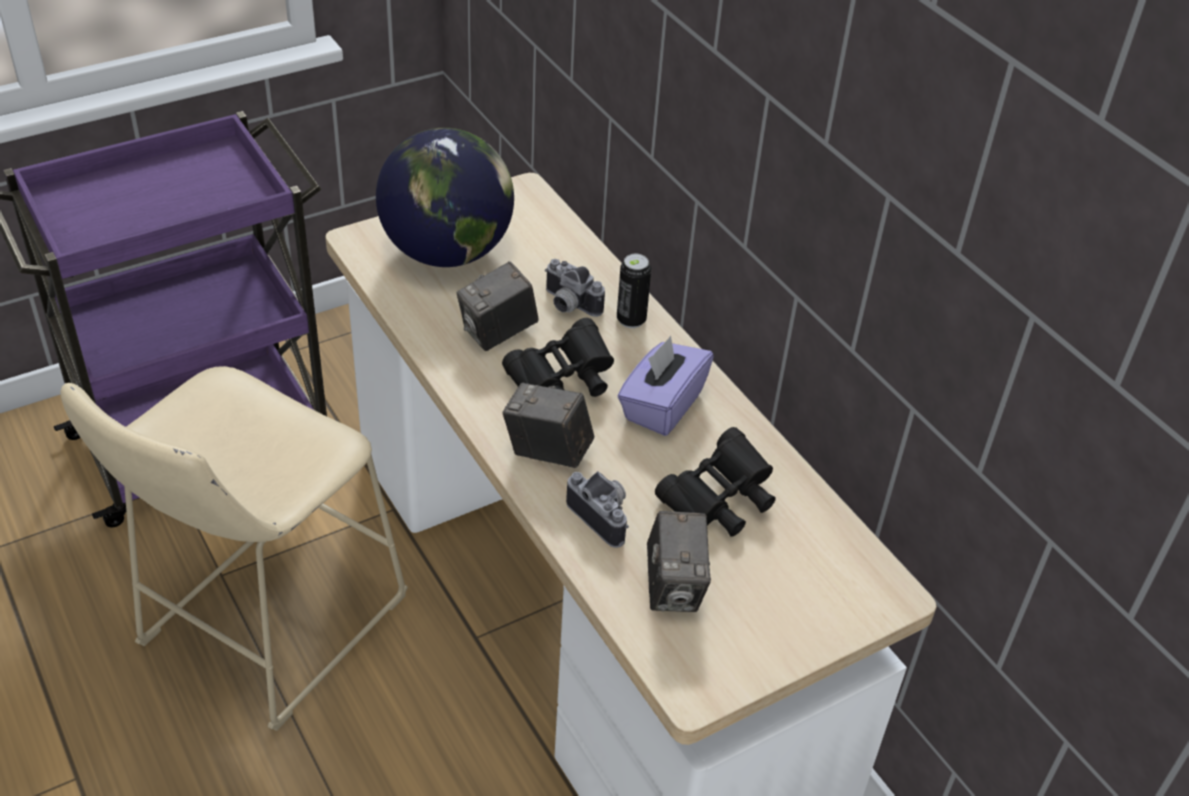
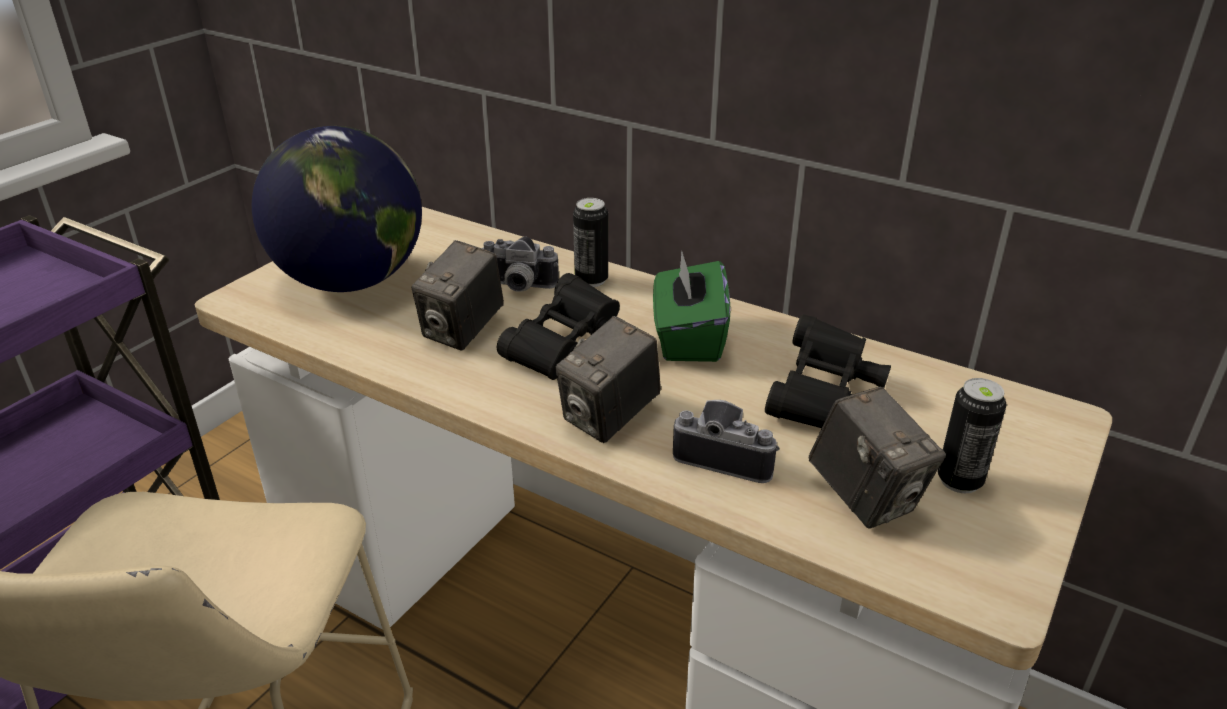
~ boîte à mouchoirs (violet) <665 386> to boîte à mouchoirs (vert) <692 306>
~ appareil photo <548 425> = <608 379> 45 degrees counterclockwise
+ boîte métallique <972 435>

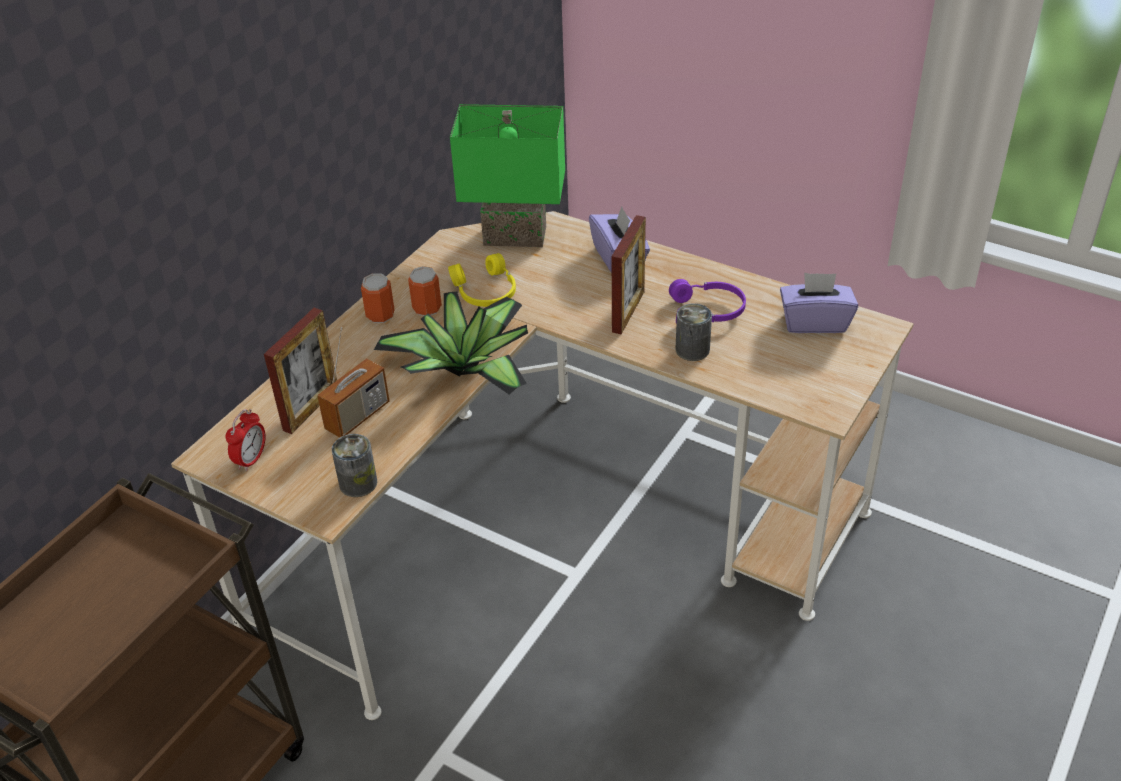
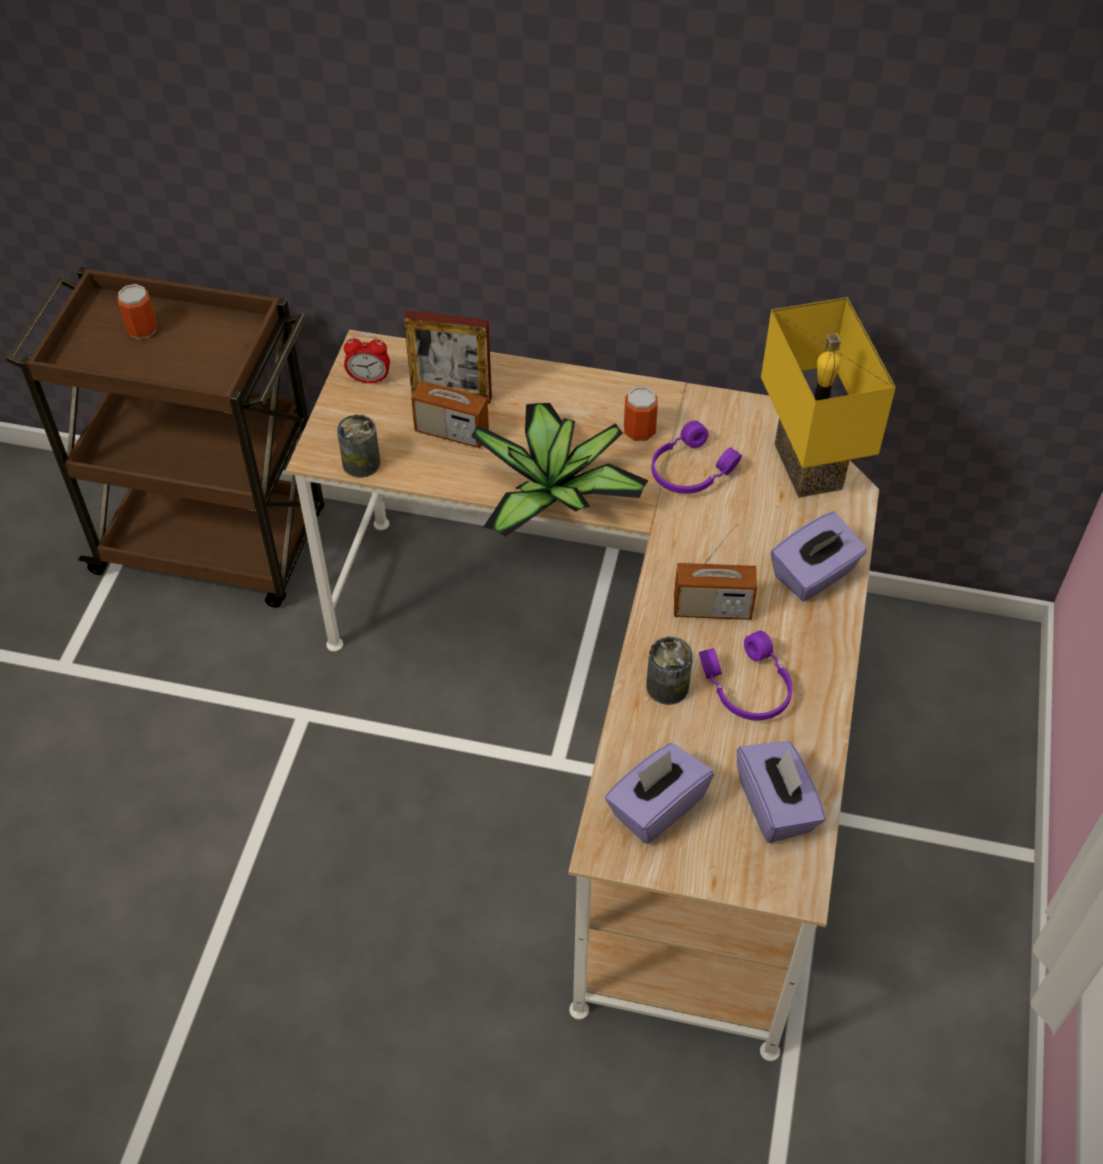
~ lampe de table (vert) <507 175> to lampe de table (jaune) <828 397>
~ cadre photo <629 274> to radio <715 571>
~ casque audio (jaune) <482 280> to casque audio (violet) <696 457>
~ boîte métallique <378 298> to <137 311>
+ boîte à mouchoirs (violet) <659 793>

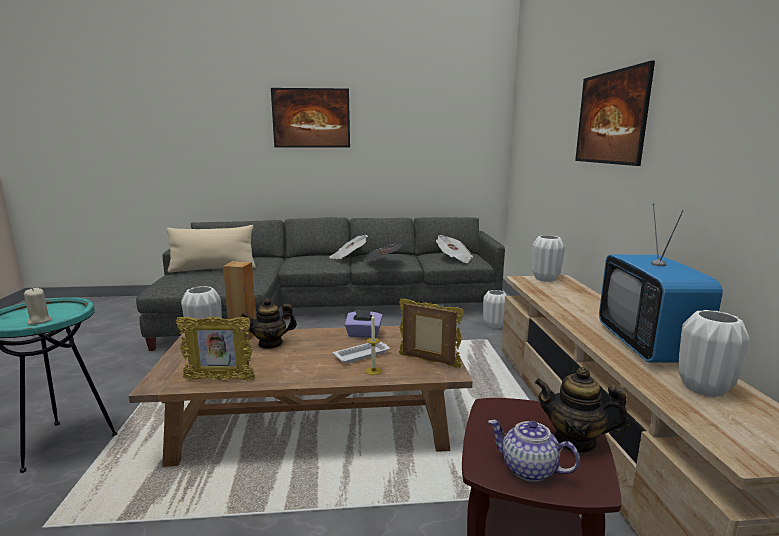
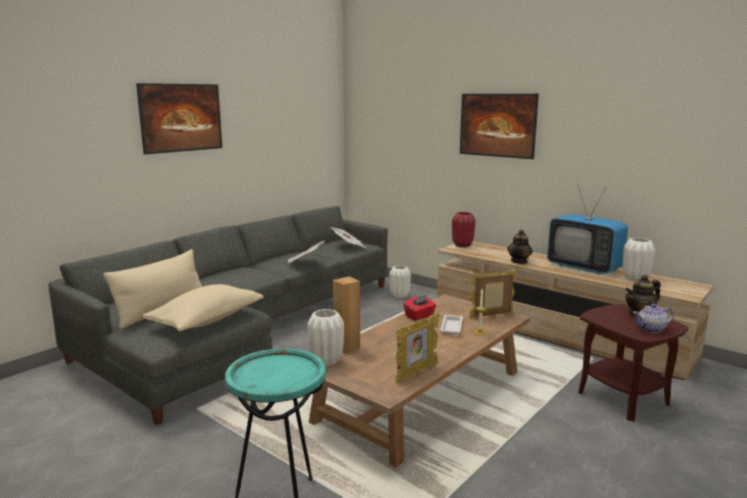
- journal <348 247>
~ vase (blanc) <548 258> to vase (rouge) <463 229>
- bougie (beige) <37 306>
~ théière <269 323> to <520 246>
~ boîte à mouchoirs (violet) <364 324> to boîte à mouchoirs (rouge) <420 308>
+ coussin (beige) <203 307>

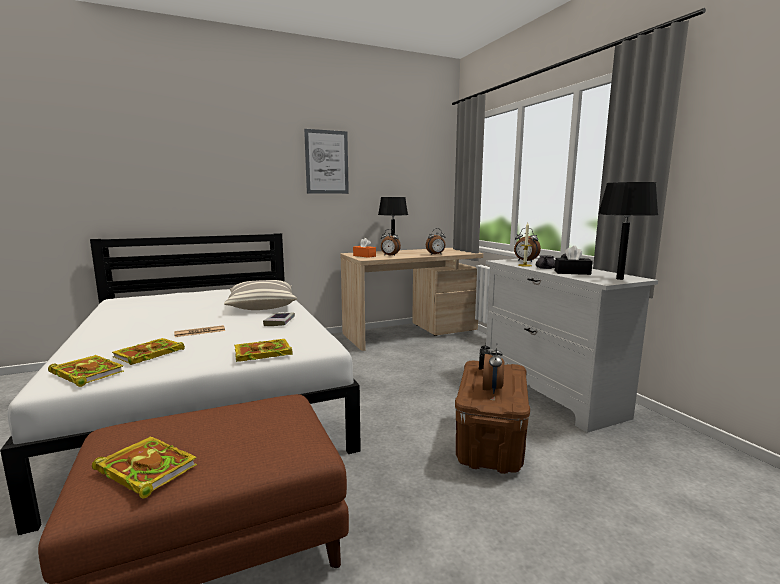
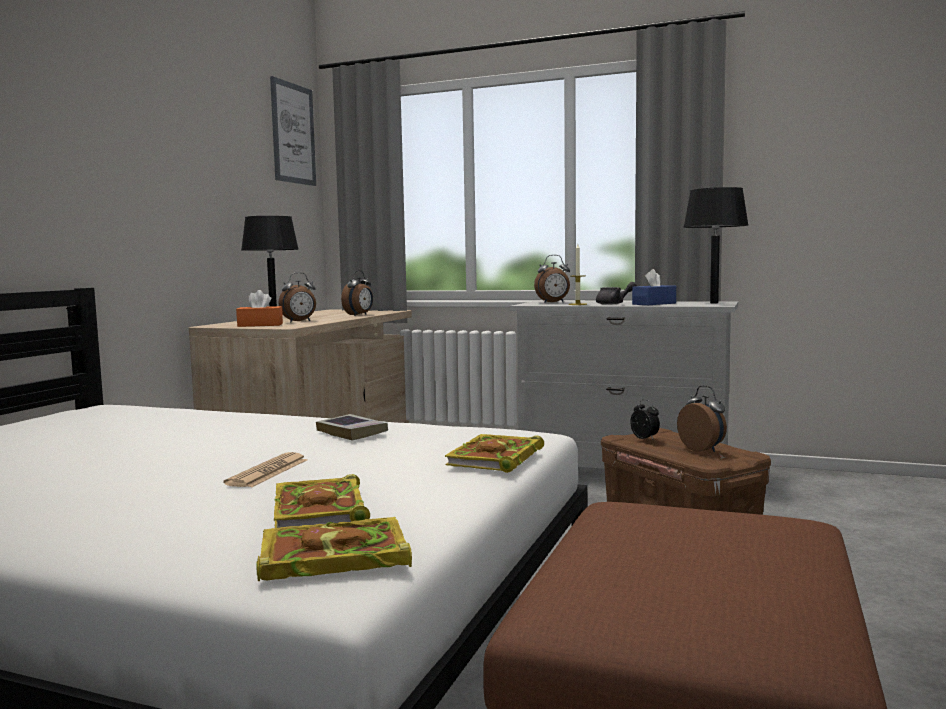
~ tableau <326 161> to <293 131>
~ boîte à mouchoirs (noir) <574 260> to boîte à mouchoirs (bleu) <654 287>
- coussin <260 295>
- livre <144 467>

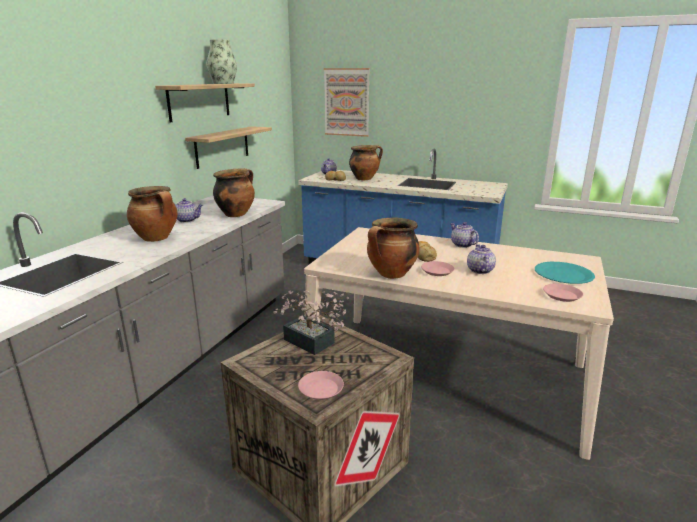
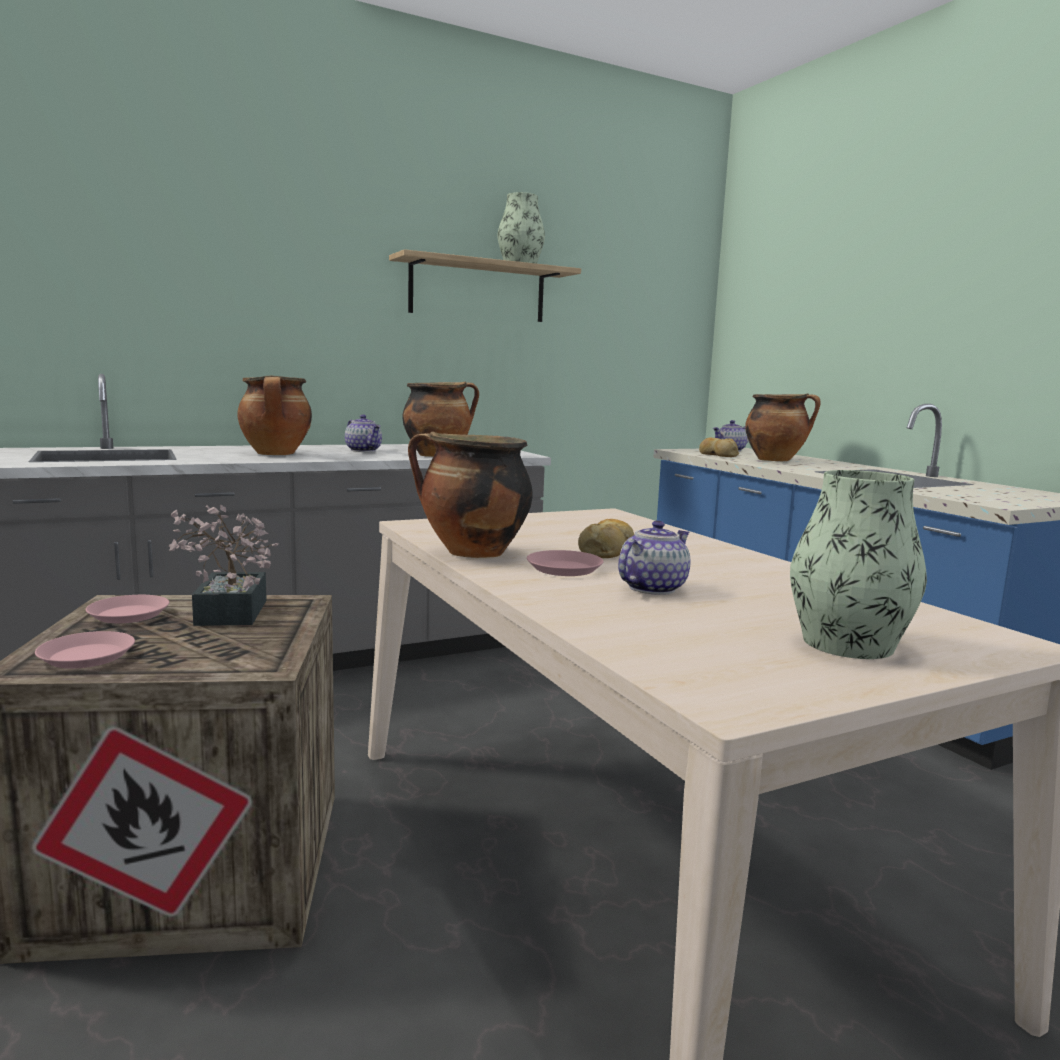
- tableau <347 102>
- étagère <228 147>
- théière <464 235>
~ assiette (turquoise) <565 273> to vase <858 564>
~ assiette (rose) <563 293> to <127 609>

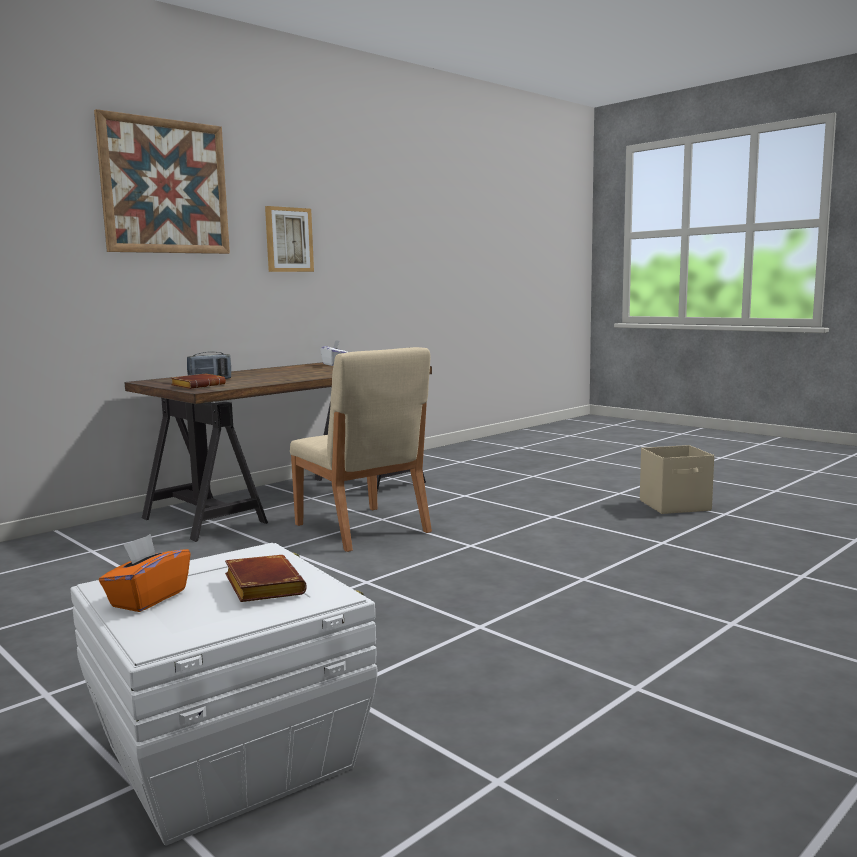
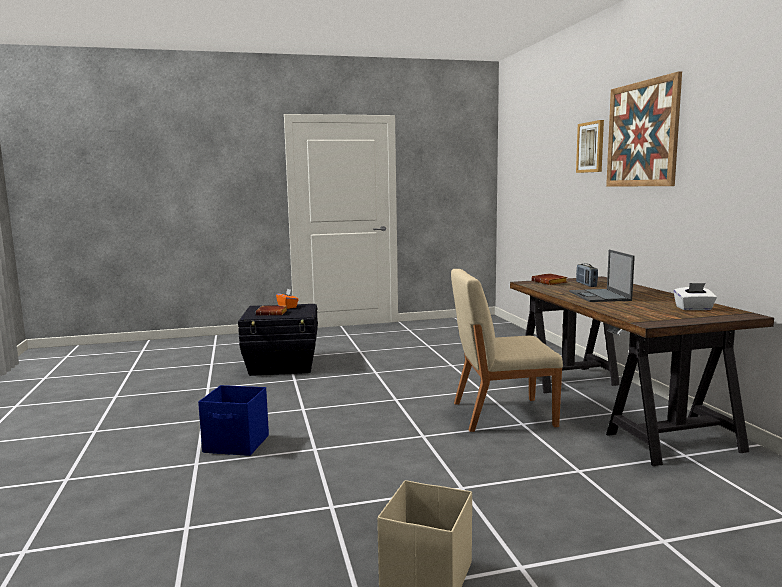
~ tableau <289 239> to <590 146>
~ boîte de rangement (blanc) <224 694> to boîte de rangement (noir) <278 340>
+ ordinateur portable <602 276>
+ boîte de rangement (bleu) <233 420>

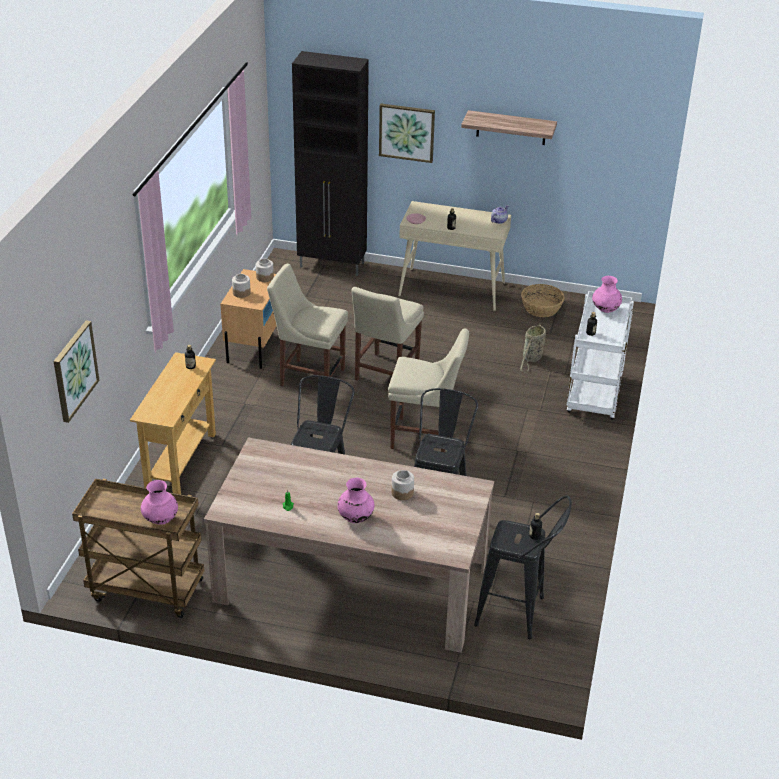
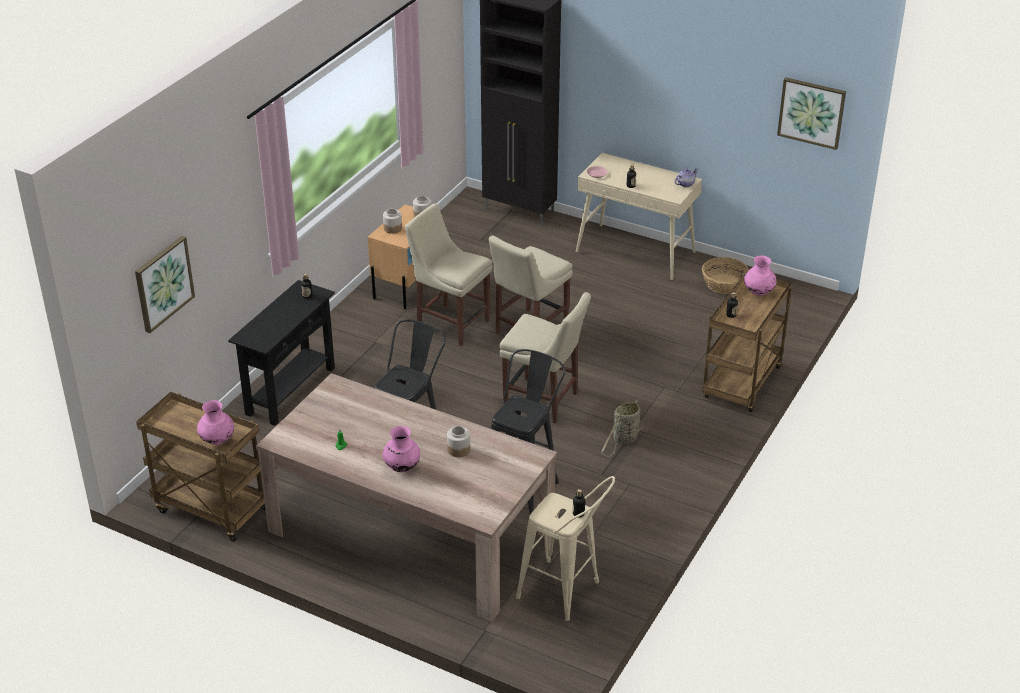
~ tableau <407 133> to <811 113>
- étagère <509 127>
~ chariot (blanc) <600 355> to chariot (marron) <747 341>
~ panier <533 348> to <622 428>
~ table console (beige) <173 423> to table console (noir) <281 353>
~ tabouret (noir) <523 567> to tabouret (beige) <565 548>

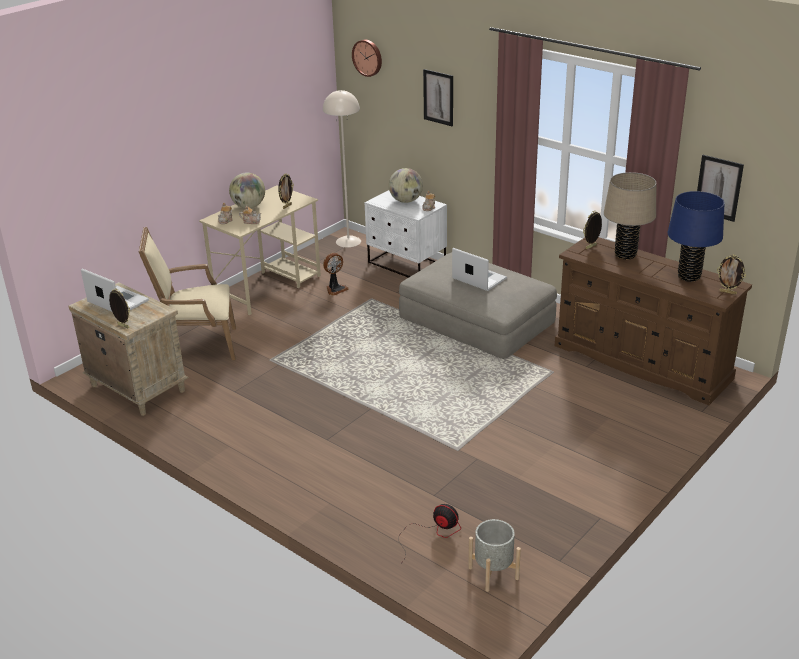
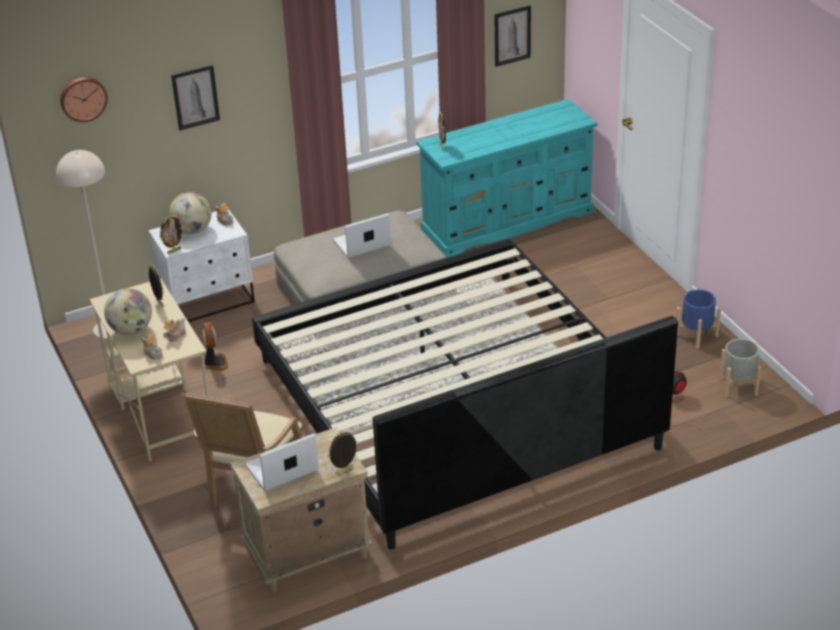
- lampe de table (beige) <630 216>
- lampe de table (bleu) <696 236>
~ commode (marron) <653 321> to commode (turquoise) <507 178>
~ cadre photo <731 275> to <172 234>
+ lit <465 394>
+ cache-pot (bleu) <698 319>

